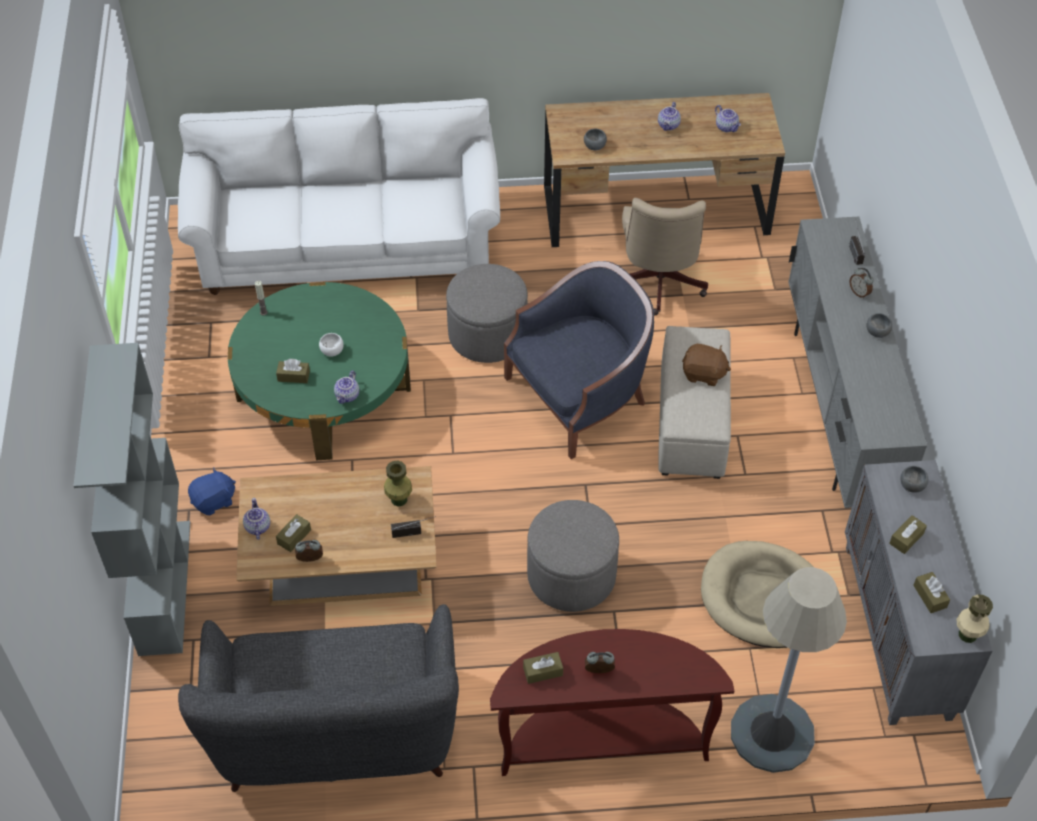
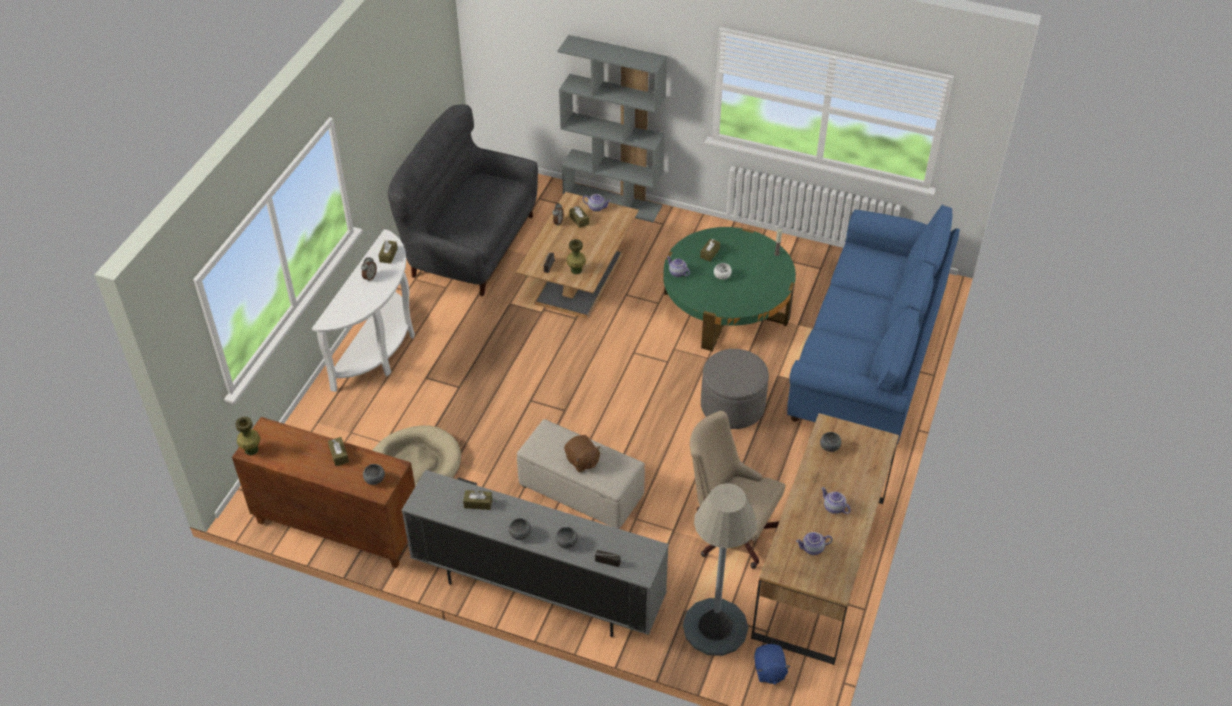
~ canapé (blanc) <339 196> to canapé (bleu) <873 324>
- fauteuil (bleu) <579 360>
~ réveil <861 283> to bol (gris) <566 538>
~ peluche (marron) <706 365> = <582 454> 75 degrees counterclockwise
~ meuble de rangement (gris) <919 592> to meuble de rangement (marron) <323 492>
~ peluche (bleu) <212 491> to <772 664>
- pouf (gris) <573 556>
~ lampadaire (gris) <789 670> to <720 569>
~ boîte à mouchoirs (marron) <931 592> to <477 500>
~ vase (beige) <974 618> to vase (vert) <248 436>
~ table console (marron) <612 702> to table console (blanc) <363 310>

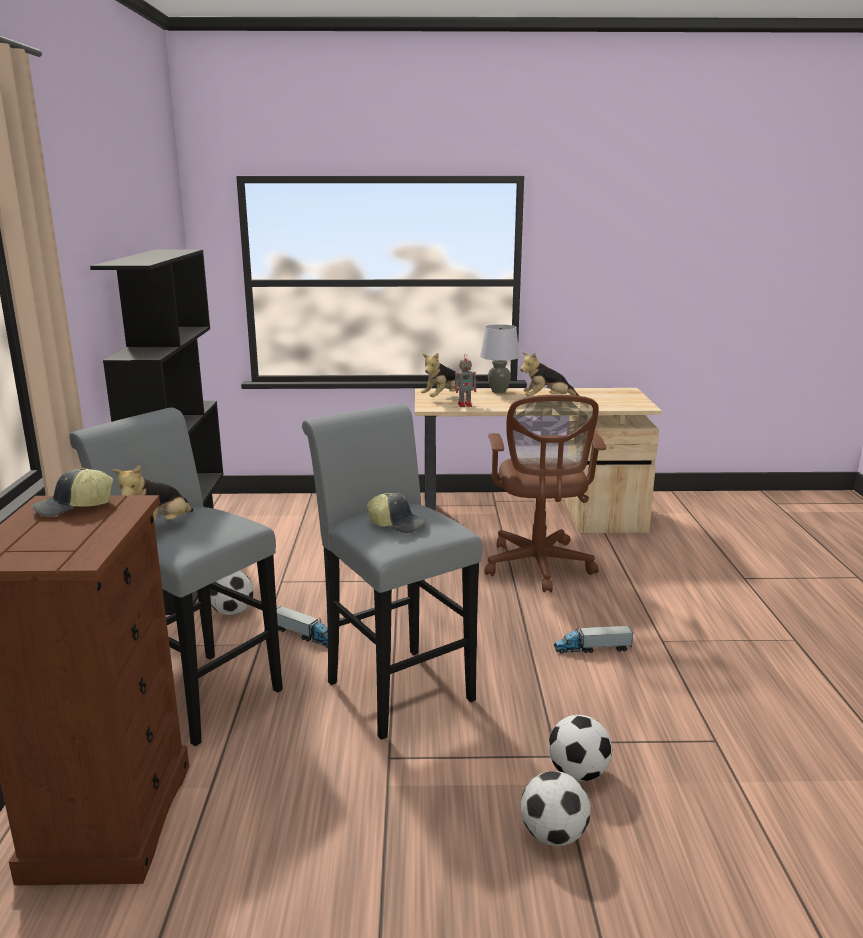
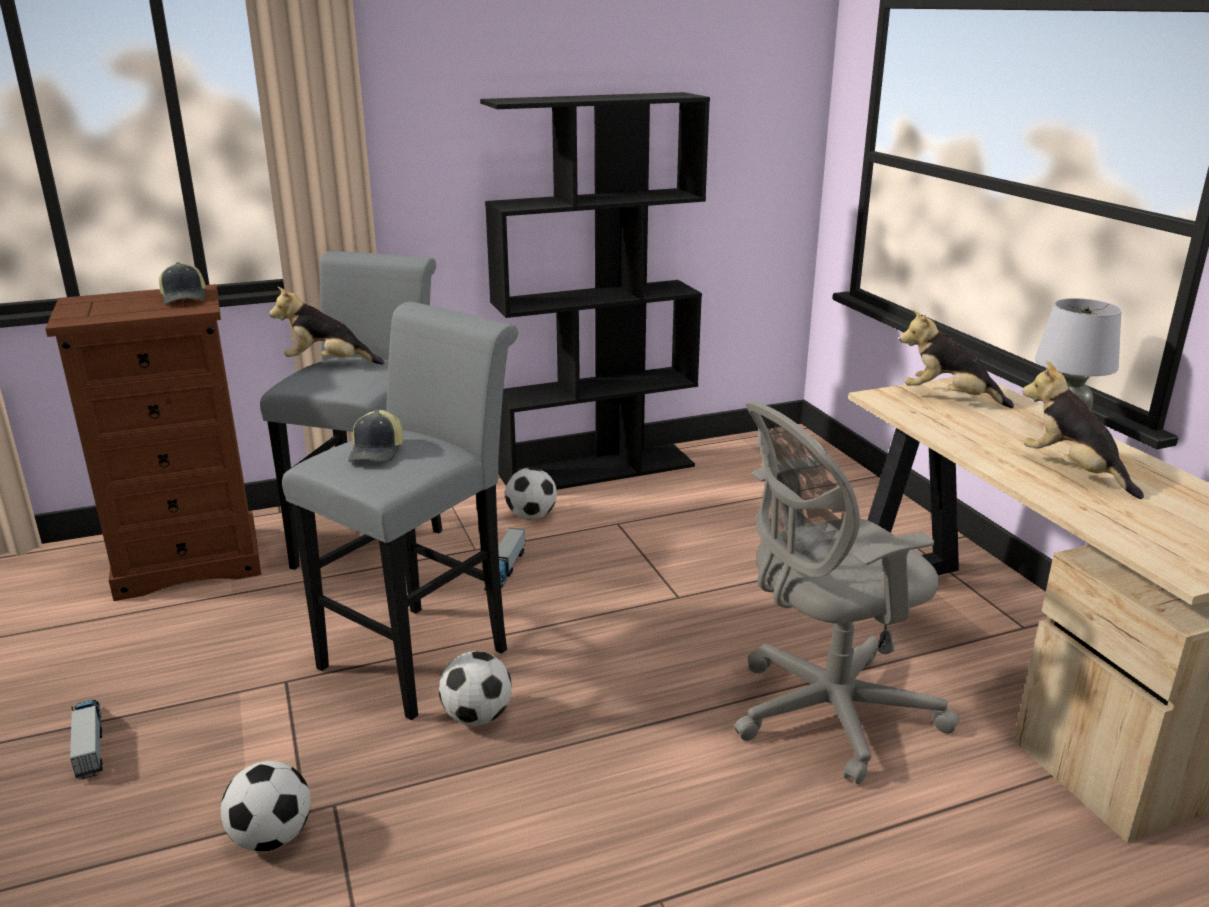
- robot jouet <465 380>
~ chaise de bureau (marron) <545 493> to chaise de bureau (gris) <847 592>
~ casquette <72 492> = <182 283> 150 degrees counterclockwise
~ camion jouet <593 639> to <86 739>
~ ballon de foot <555 808> to <475 688>

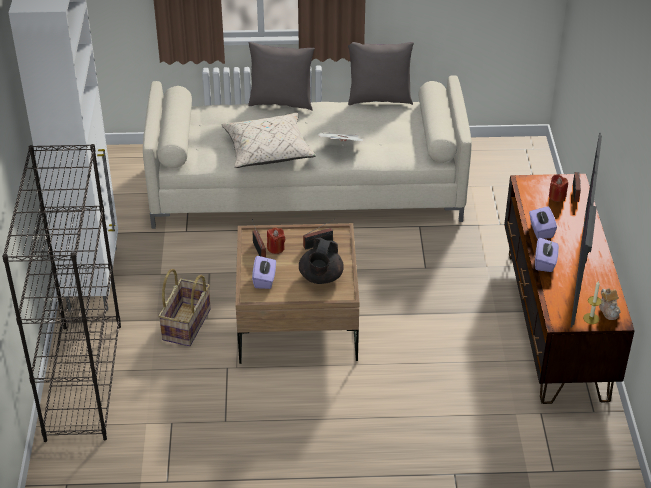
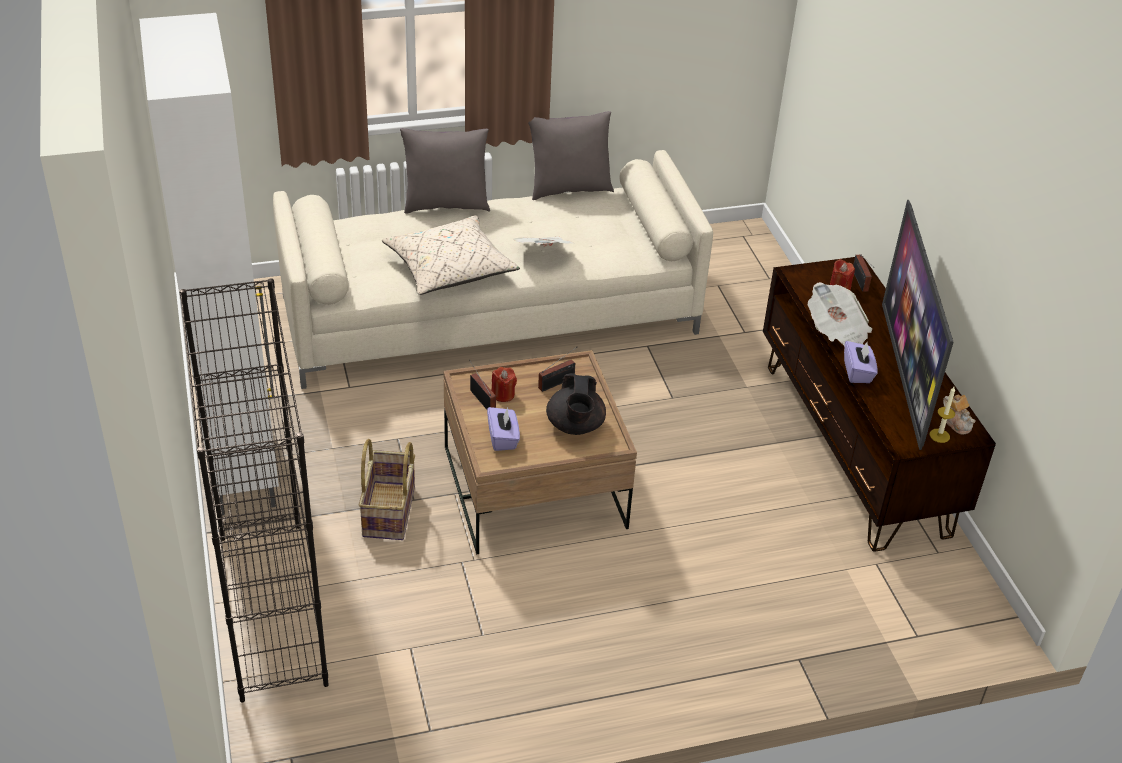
~ boîte à mouchoirs (violet) <543 222> to journal <840 314>

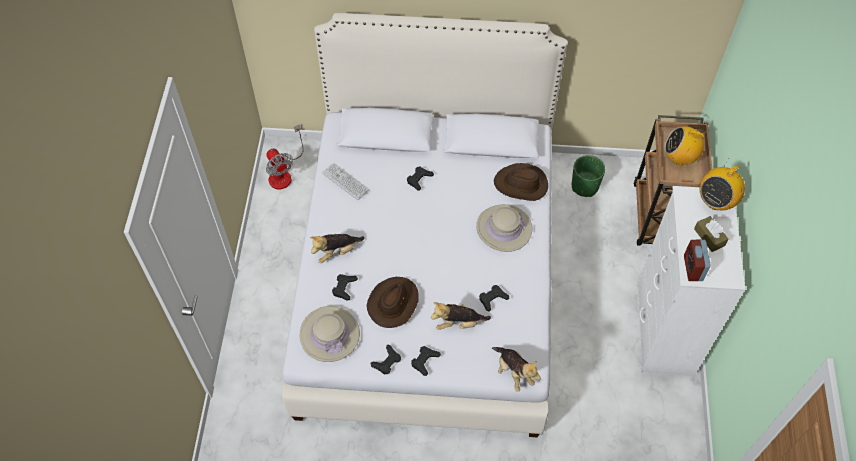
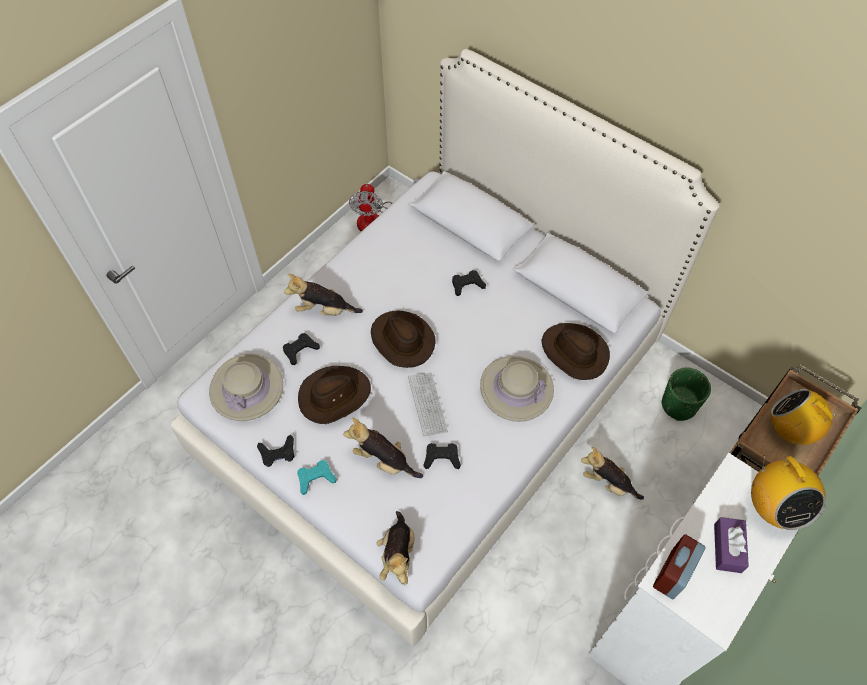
~ radio <722 185> = <788 492> 90 degrees counterclockwise
~ clavier <346 181> to <428 404>
~ boîte à mouchoirs (marron) <711 234> to boîte à mouchoirs (violet) <731 545>
~ manette (noir) <426 361> to manette (turquoise) <317 477>
+ chapeau (marron) <403 339>
+ peluche <612 473>

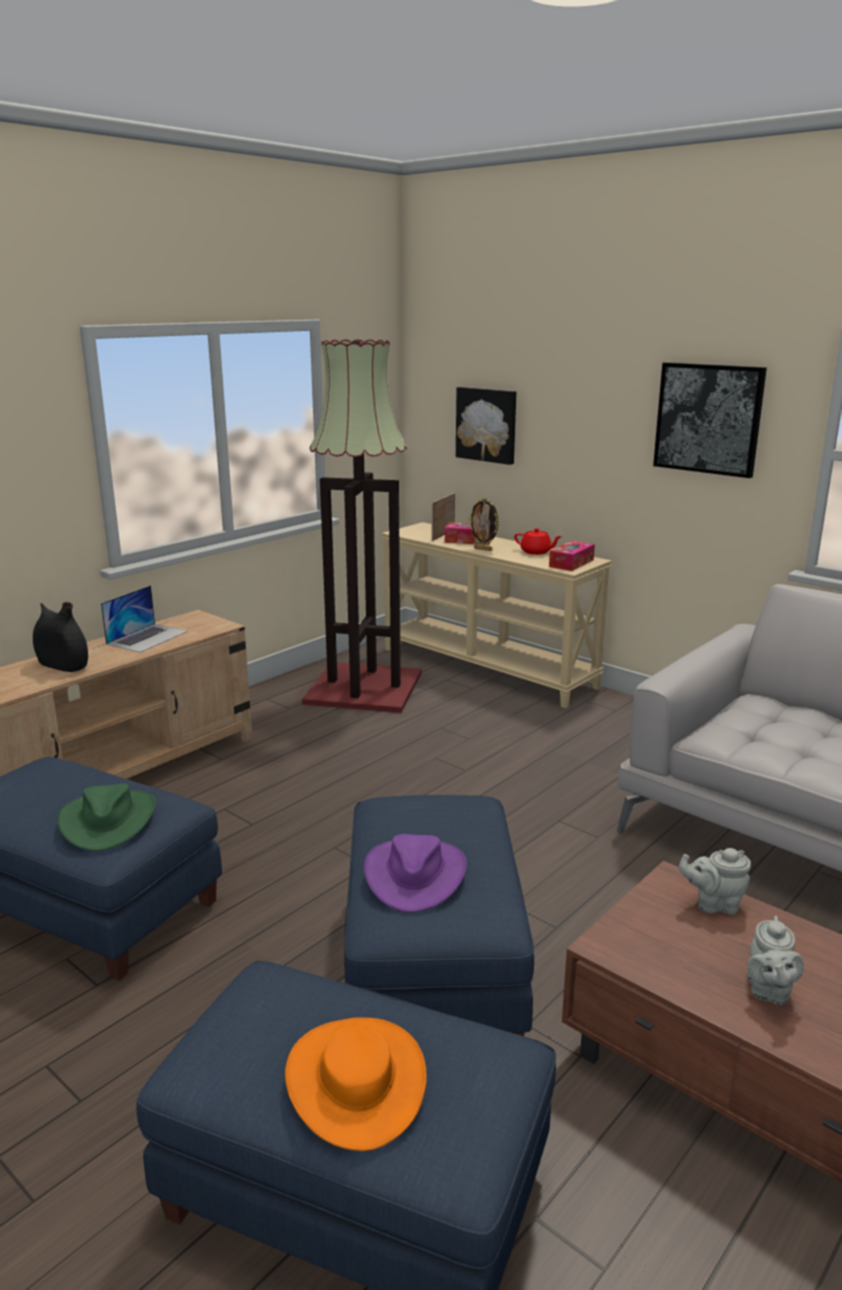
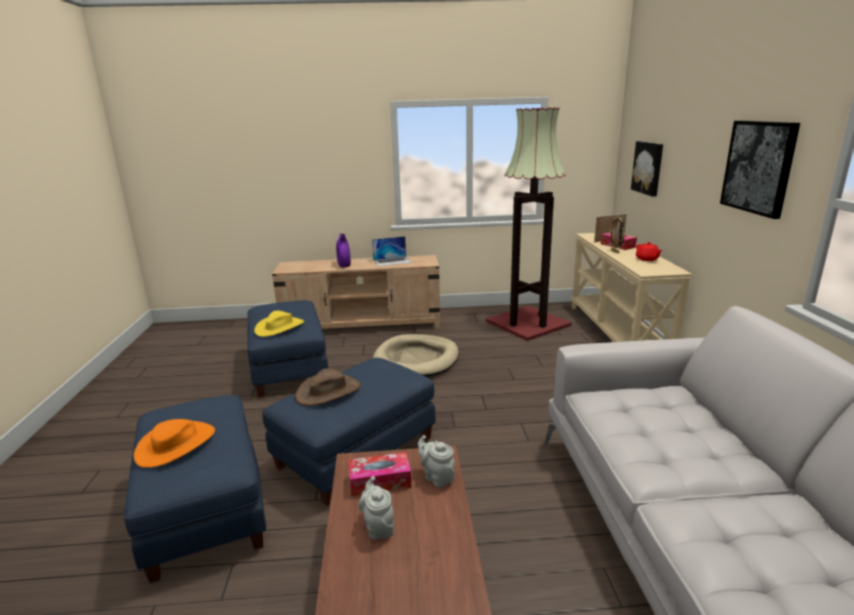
~ boîte à mouchoirs <572 556> to <380 474>
~ vase (noir) <60 637> to vase (violet) <343 250>
~ chapeau (vert) <107 817> to chapeau (jaune) <279 324>
~ chapeau (violet) <415 873> to chapeau (marron) <328 387>
~ théière (gris) <775 960> = <376 508> 105 degrees clockwise
+ panier pour chien (beige) <416 355>

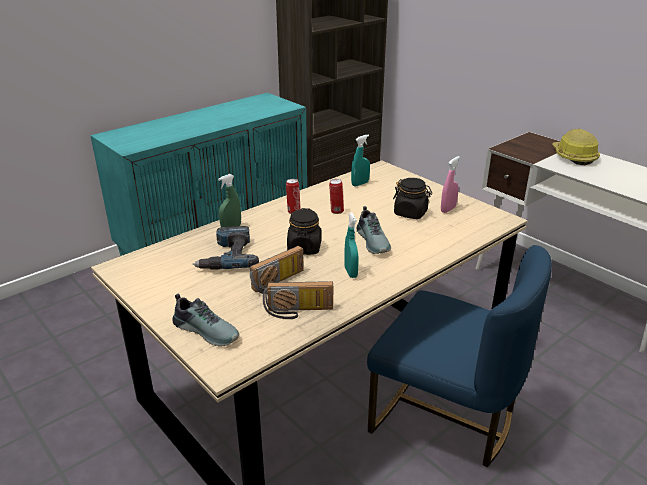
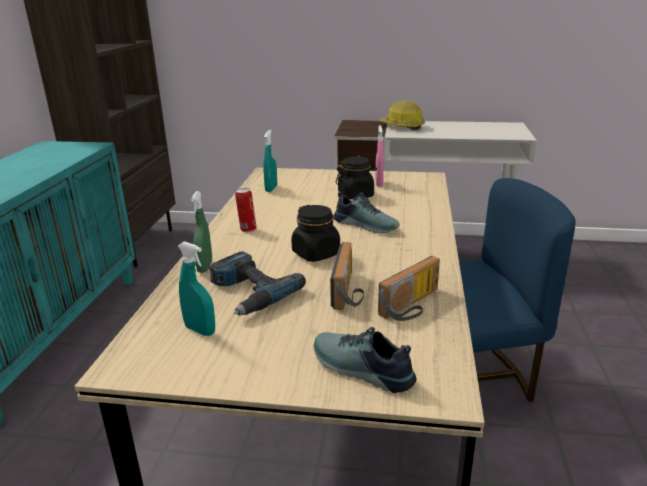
- boîte métallique <336 196>
~ vaporisateur (turquoise) <351 245> to <196 288>
~ chaussure <205 320> = <365 360> 135 degrees counterclockwise

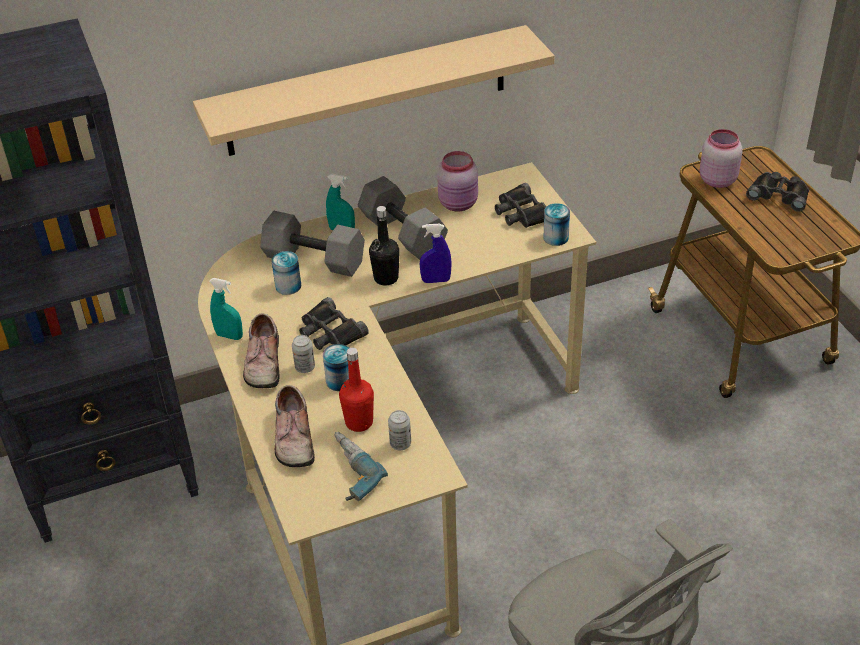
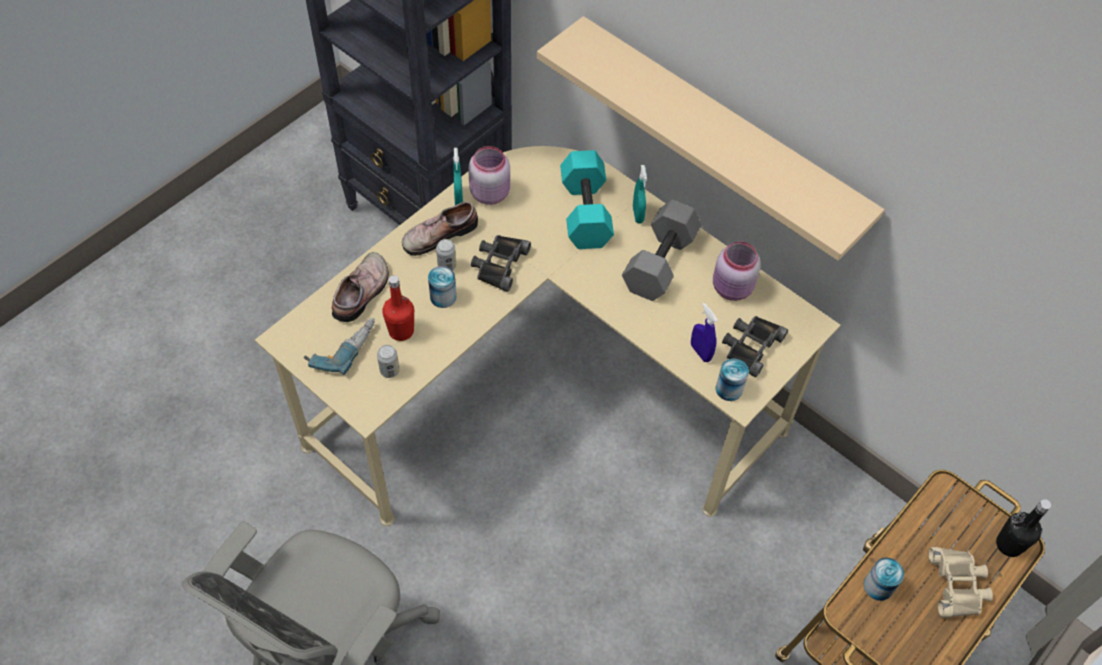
~ bocal (rose) <721 158> to <489 175>
~ jumelles (noir) <777 192> to jumelles (beige) <961 582>
~ bouteille (noir) <384 246> to <1023 528>
~ haltère (gris) <312 244> to haltère (turquoise) <587 199>
~ vaporisateur (bleu) <436 253> to <704 332>
~ boîte métallique <286 273> to <884 579>
~ chaussure <295 426> = <360 287> 150 degrees clockwise

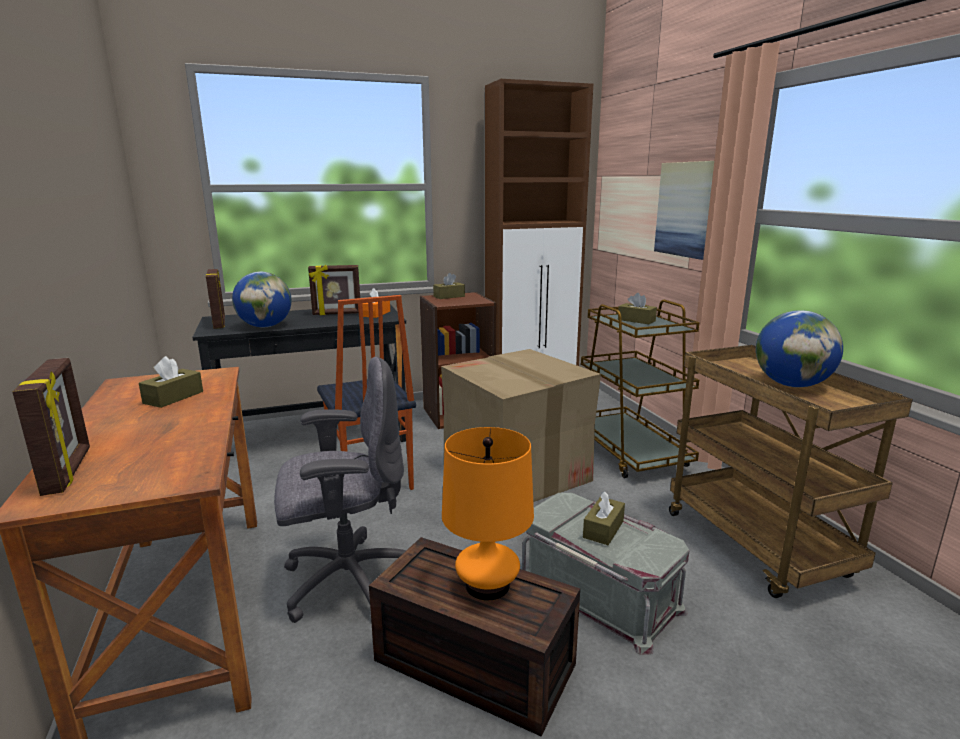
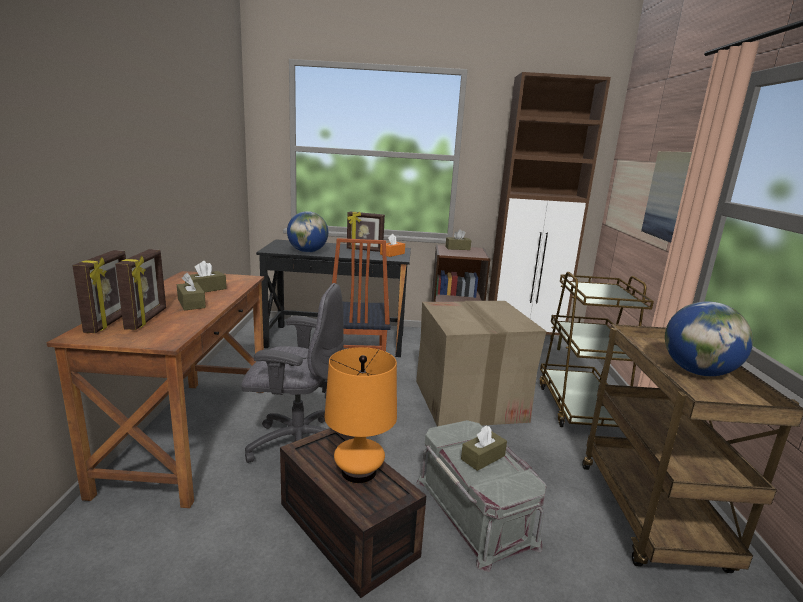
~ cadre photo <215 299> to <140 289>
~ boîte à mouchoirs (marron) <637 308> to <191 291>

